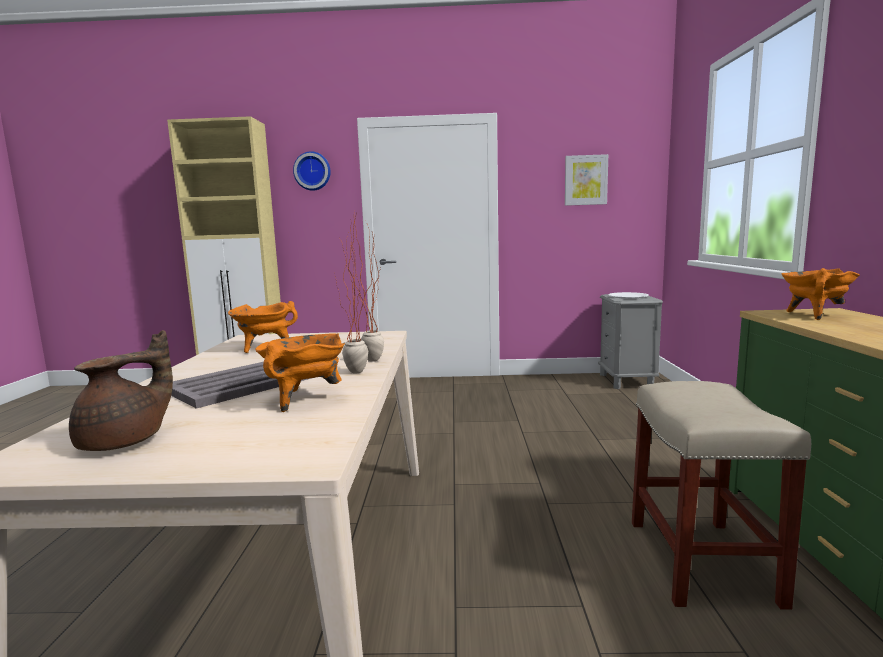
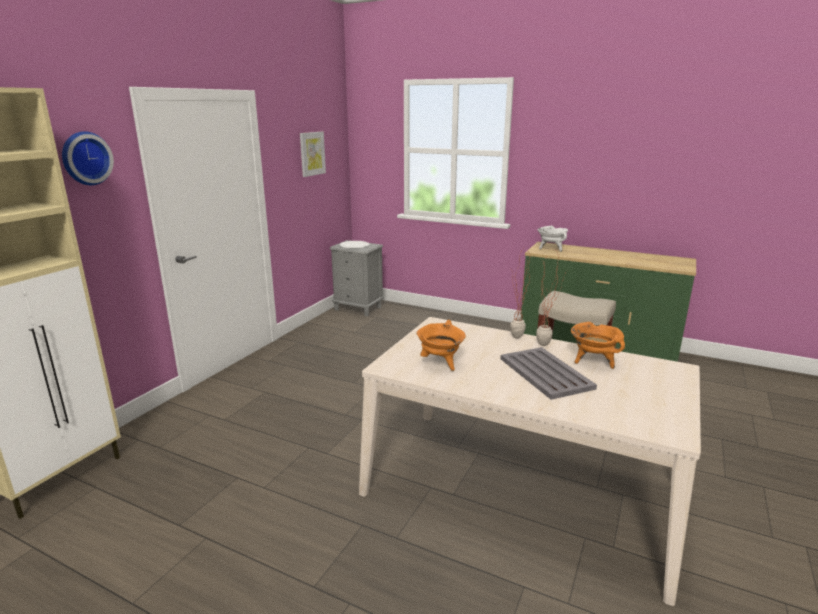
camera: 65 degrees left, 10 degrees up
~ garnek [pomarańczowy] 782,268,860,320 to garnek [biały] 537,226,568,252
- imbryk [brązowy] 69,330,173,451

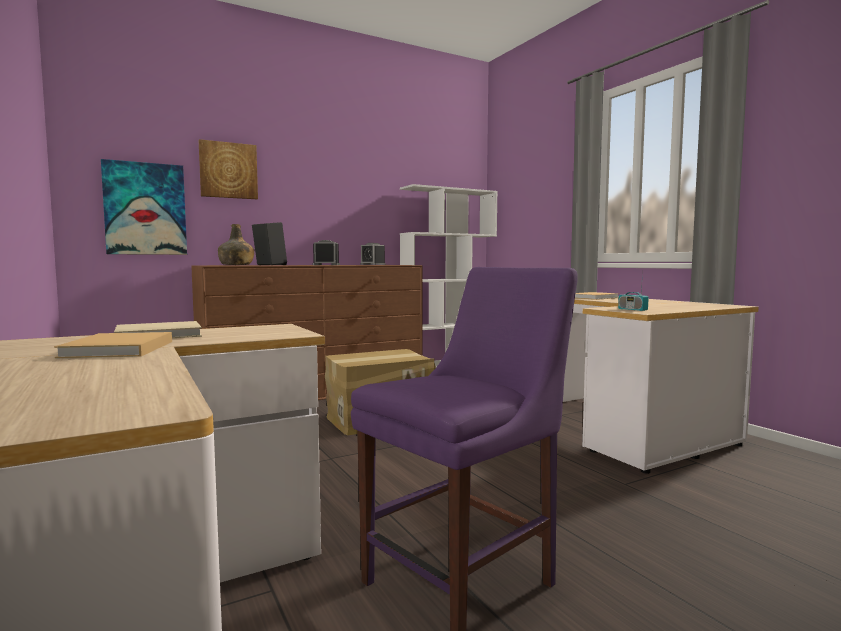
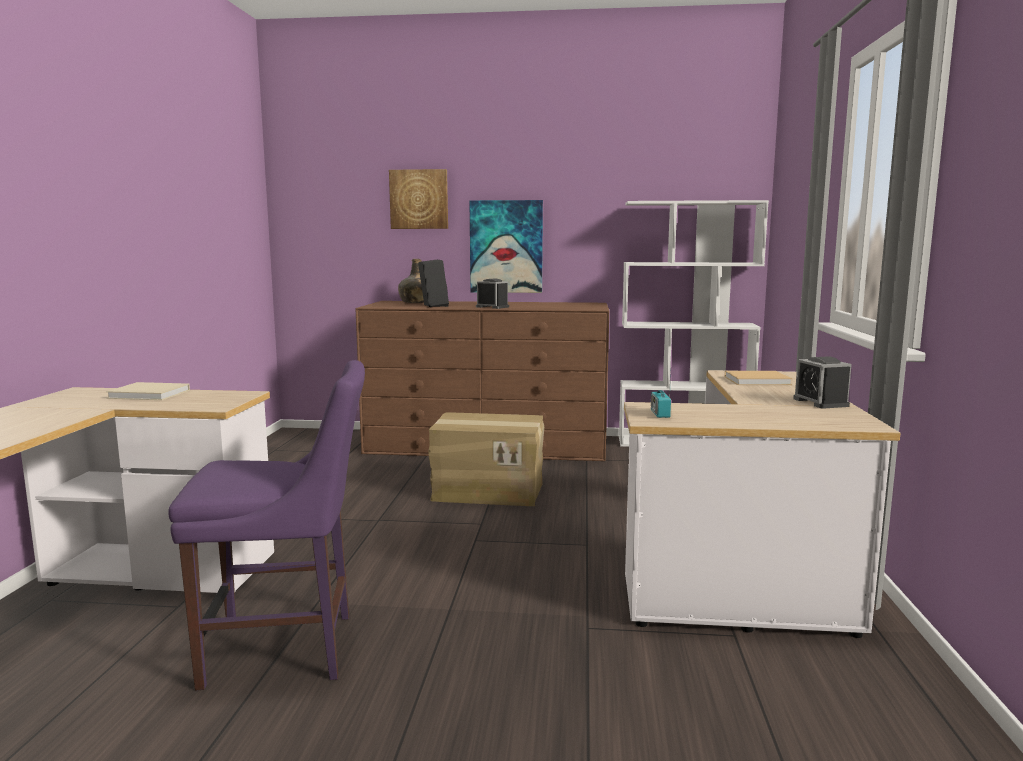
camera: 35 degrees right, 5 degrees up
~ obraz 101,159,187,255 to 470,200,543,293
~ budzik 360,243,386,265 to 793,356,852,409
- książka [beżowy] 54,332,172,358

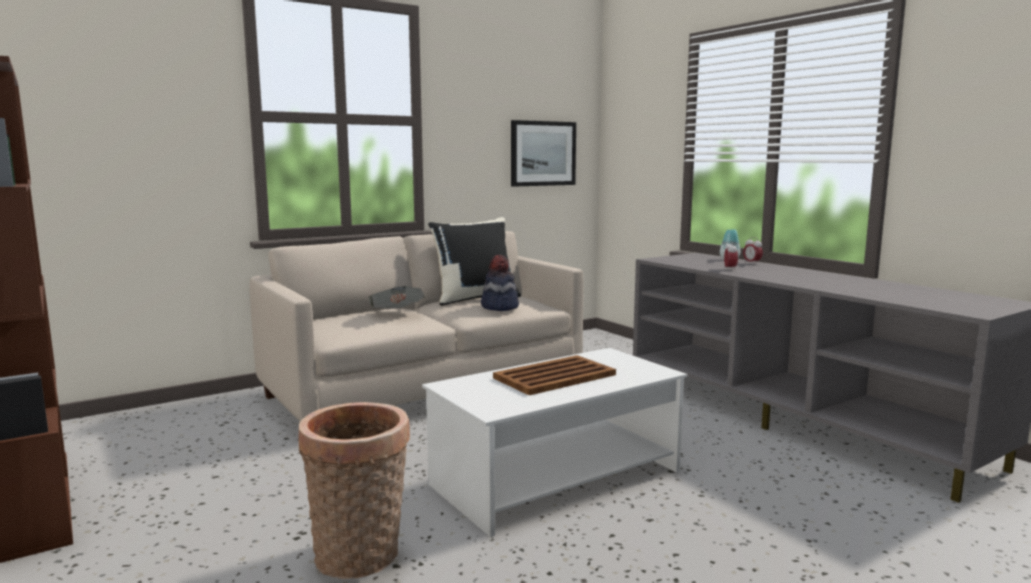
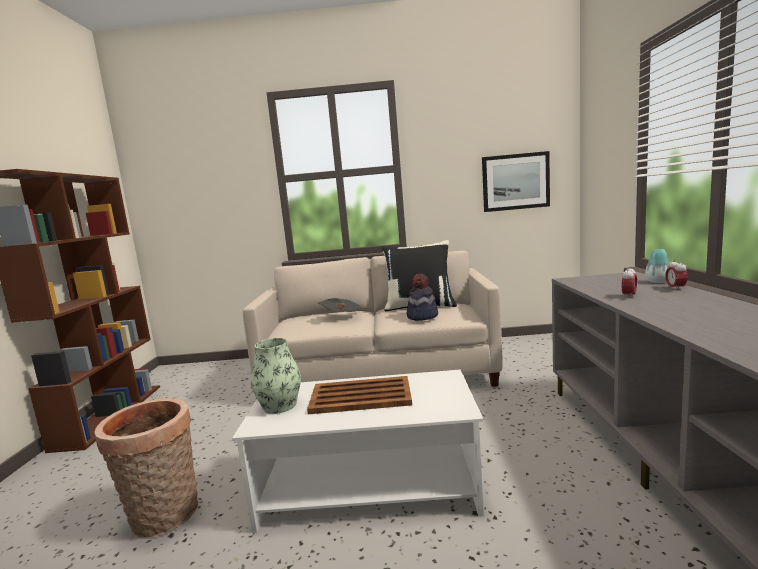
camera: 35 degrees right, 0 degrees up
+ wazon 251,338,301,414

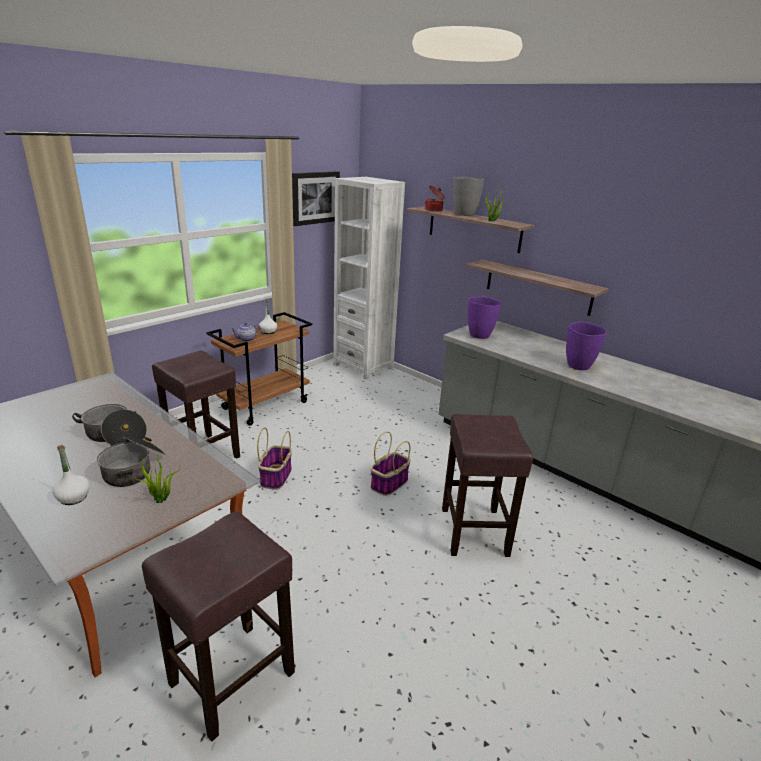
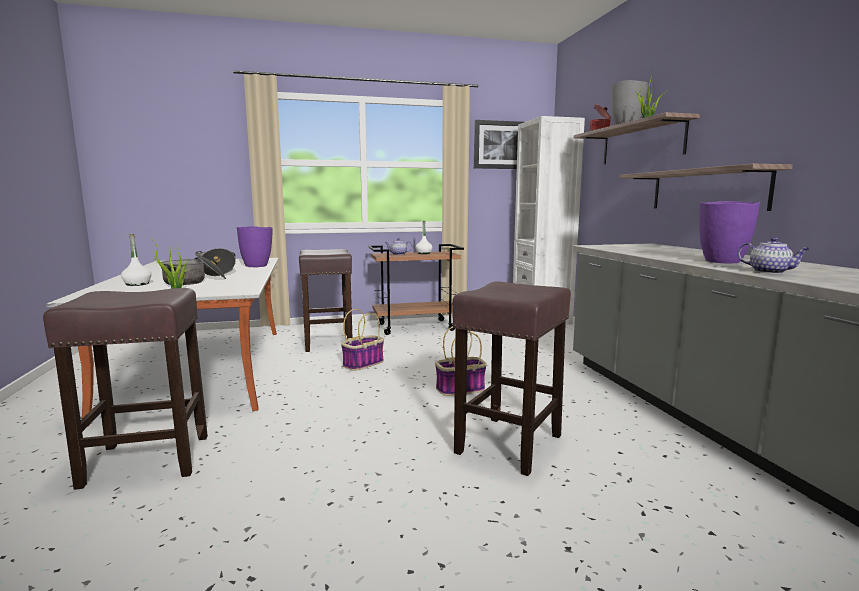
camera: 35 degrees right, 15 degrees down
~ wazon [fioletowy] 468,297,501,339 to 237,226,272,267
+ imbryk 737,237,810,274

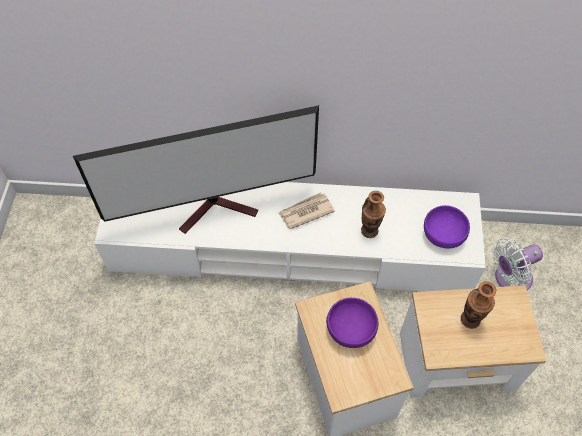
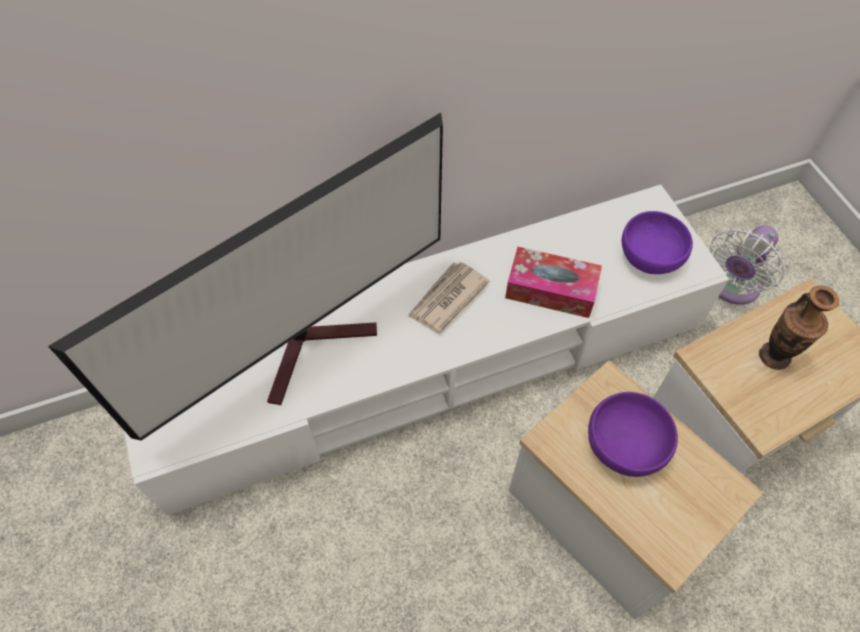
camera: 25 degrees left, 0 degrees up
~ wazon 361,191,386,238 to pudełko chusteczek 505,247,602,318

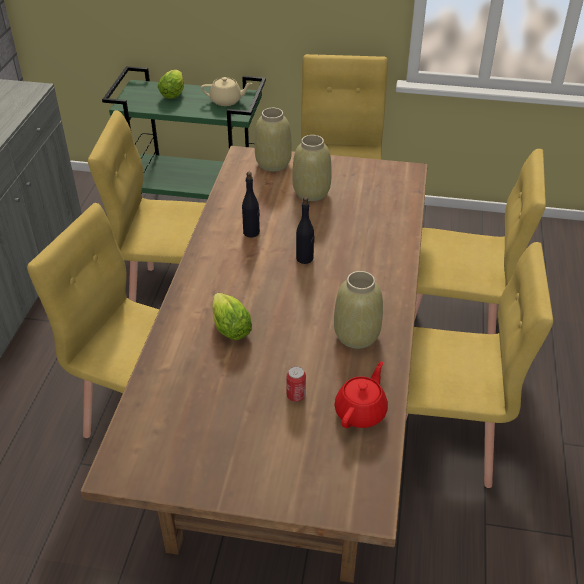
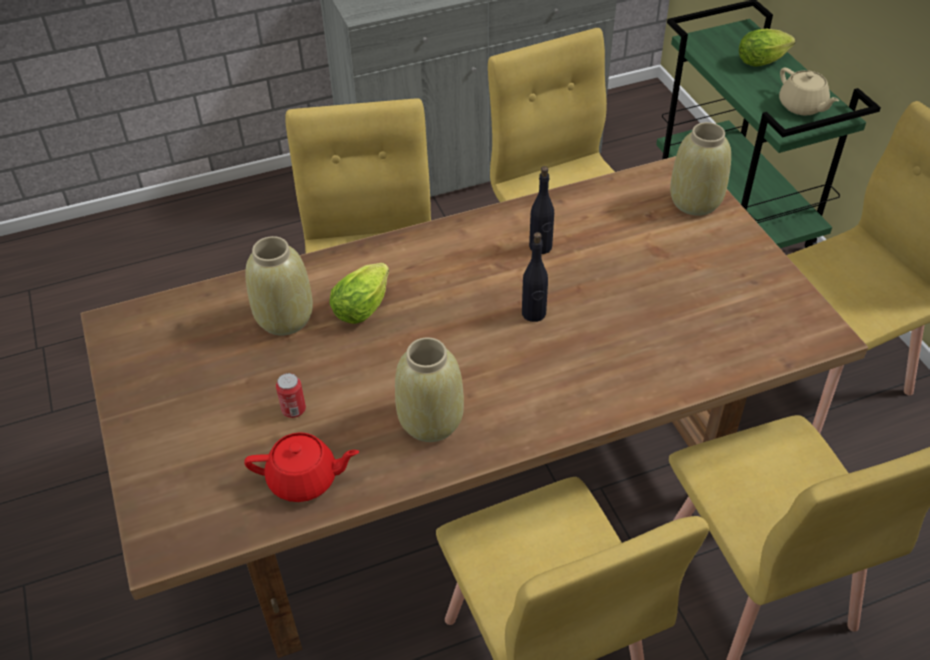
camera: 60 degrees right, 5 degrees up
~ wazon [beżowy] 292,135,332,201 to 246,236,313,336

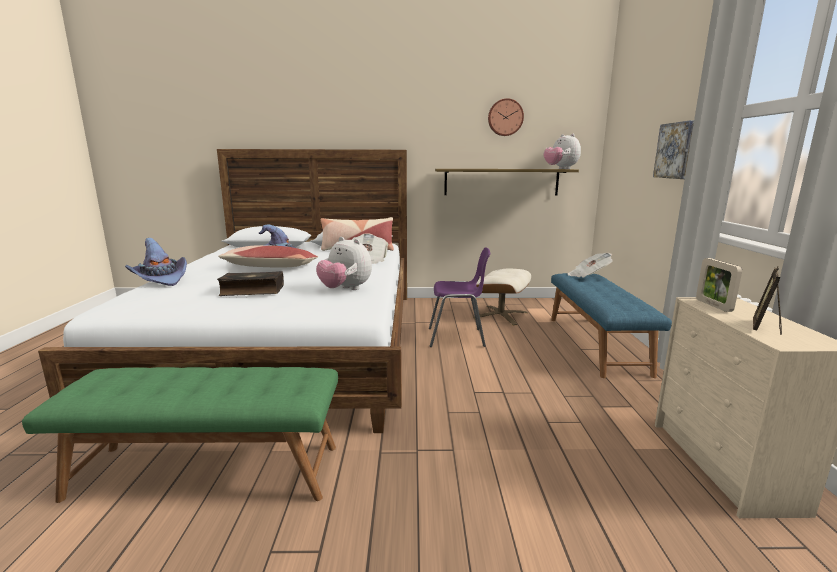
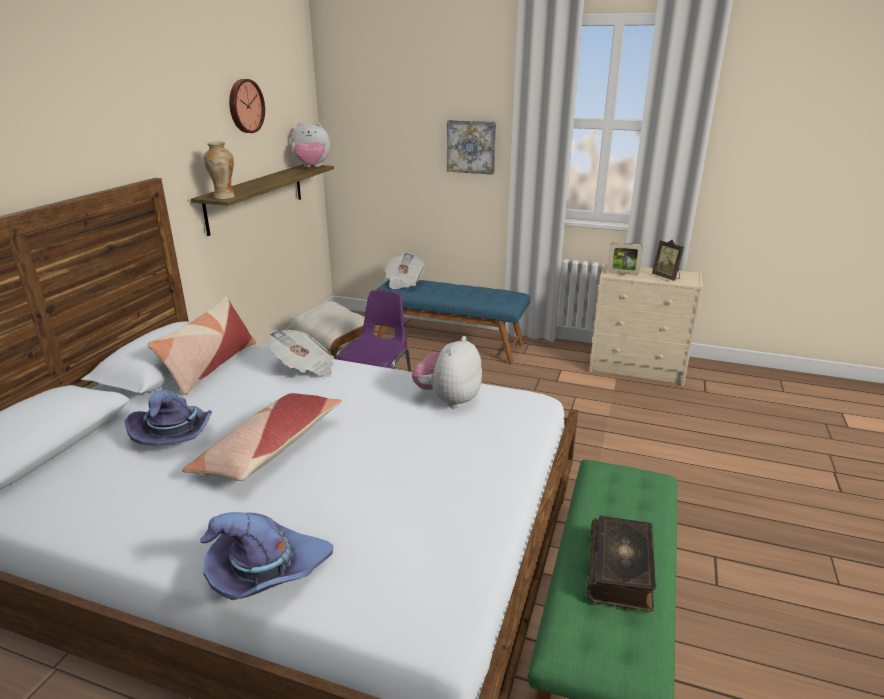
camera: 70 degrees left, 10 degrees up
~ pluszak 316,237,372,290 = 412,336,482,408 150 degrees clockwise
~ książka 217,271,284,296 to 587,516,656,612
+ wazon 204,142,235,199

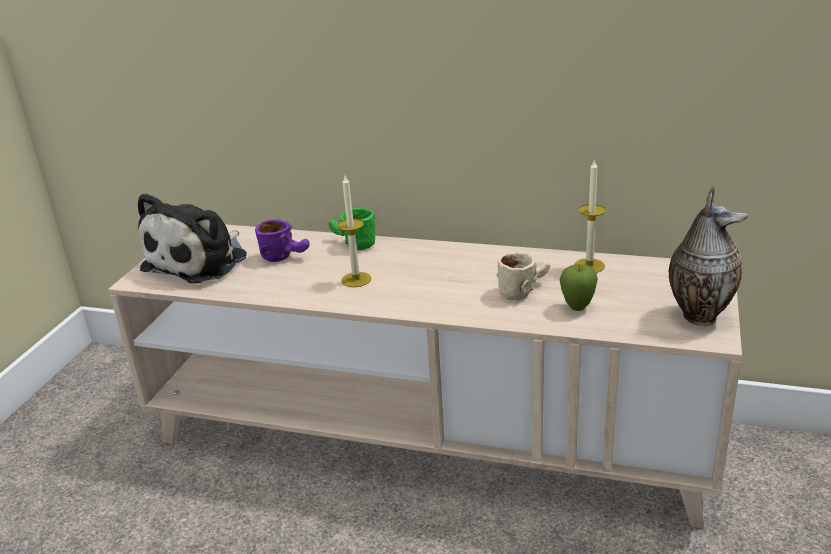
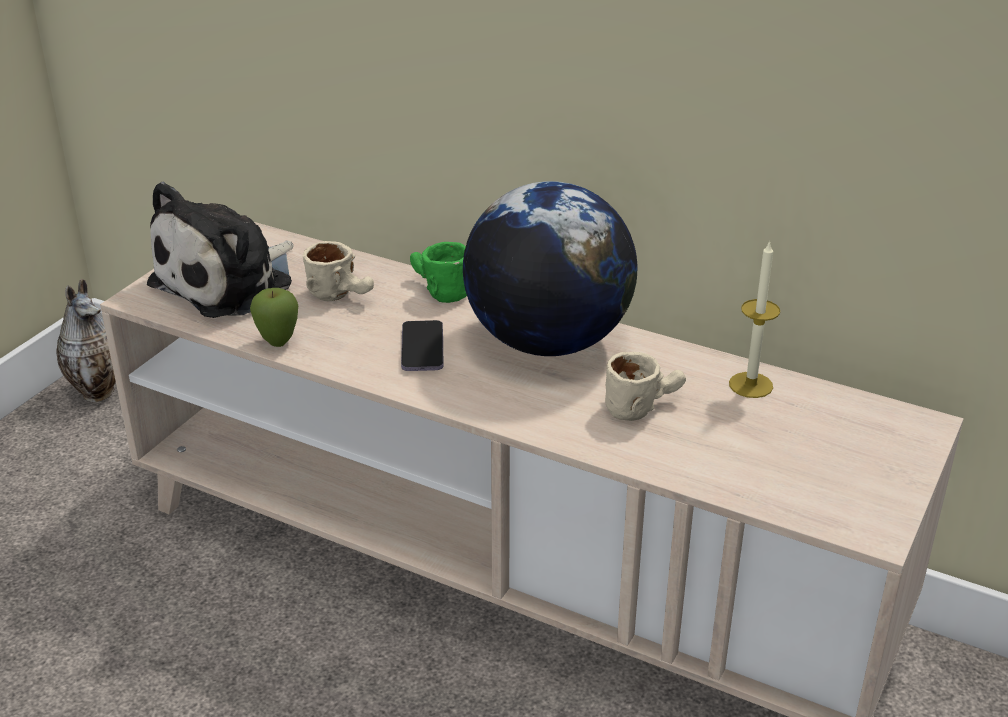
camera: 10 degrees right, 5 degrees up
~ świeca 337,176,371,287 to telefon 401,320,444,371
~ wazon 669,186,748,326 to 56,279,116,402
~ kubek [fioletowy] 255,219,310,262 to kubek [beżowy] 303,241,374,301
~ jabłko 560,264,598,311 to 250,288,298,347
+ globus 463,181,637,356

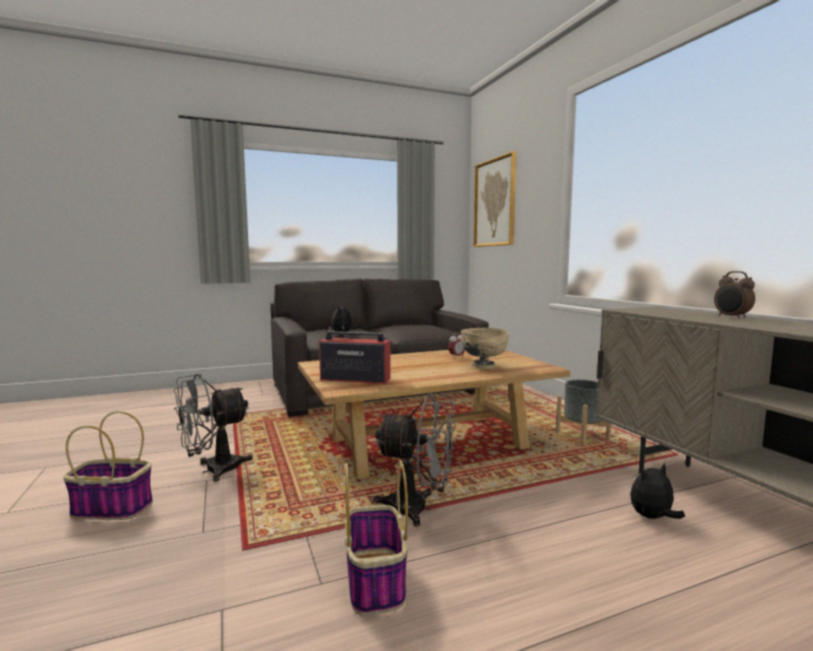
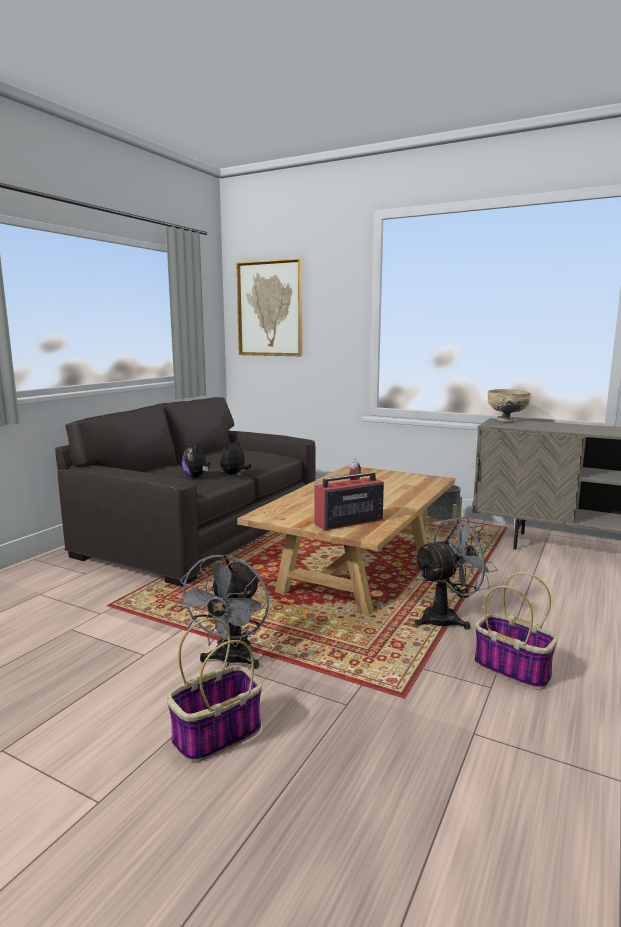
camera: 40 degrees left, 5 degrees up
- budzik 714,271,755,319
~ miska [beżowy] 461,328,509,369 to 488,389,531,422
~ pluszak 630,463,685,519 to 220,439,252,474

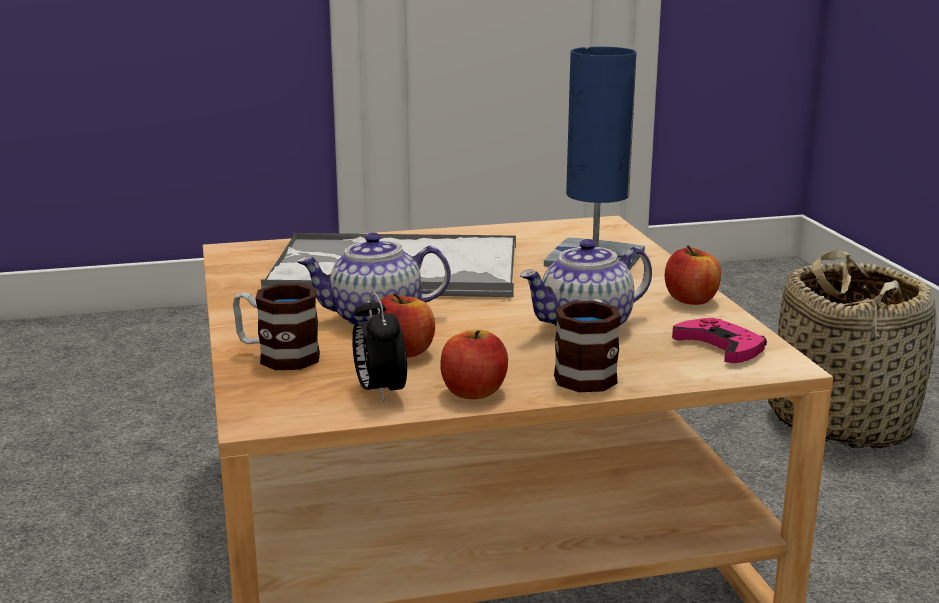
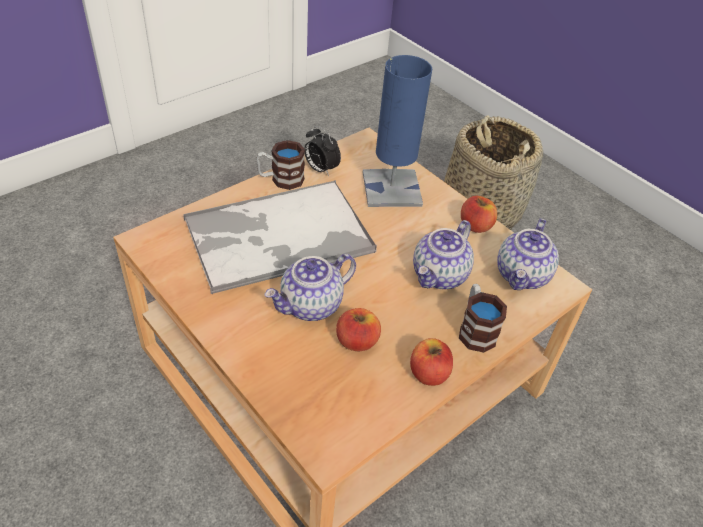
camera: 30 degrees left, 25 degrees up
~ kubek 233,283,320,370 to 256,140,305,190
~ budzik 352,291,407,403 to 304,126,341,176
~ pad do gier [różowy] 672,318,767,363 to imbryk 497,218,559,290

